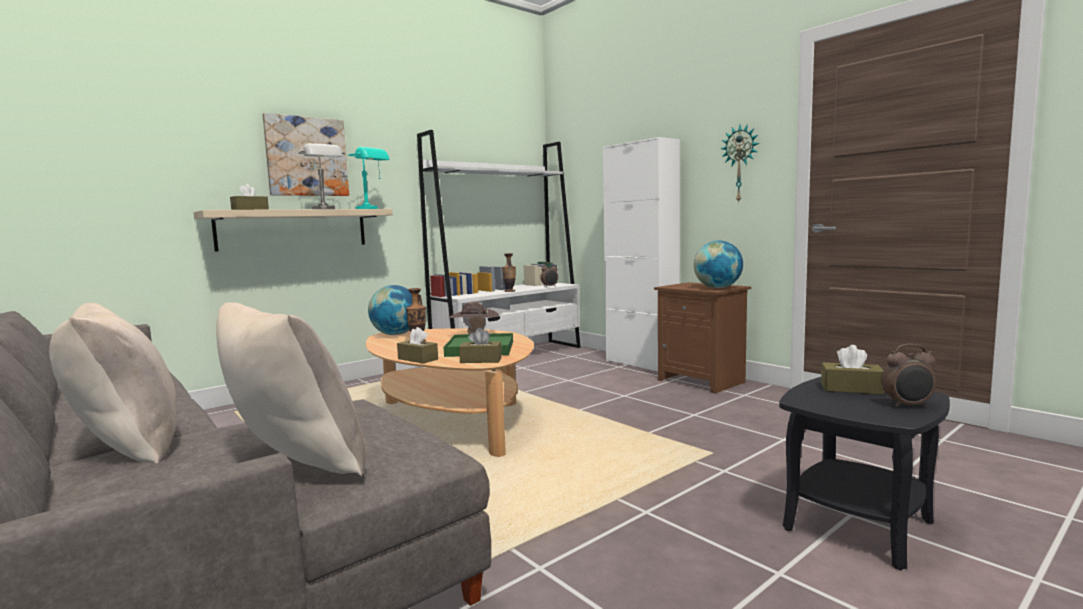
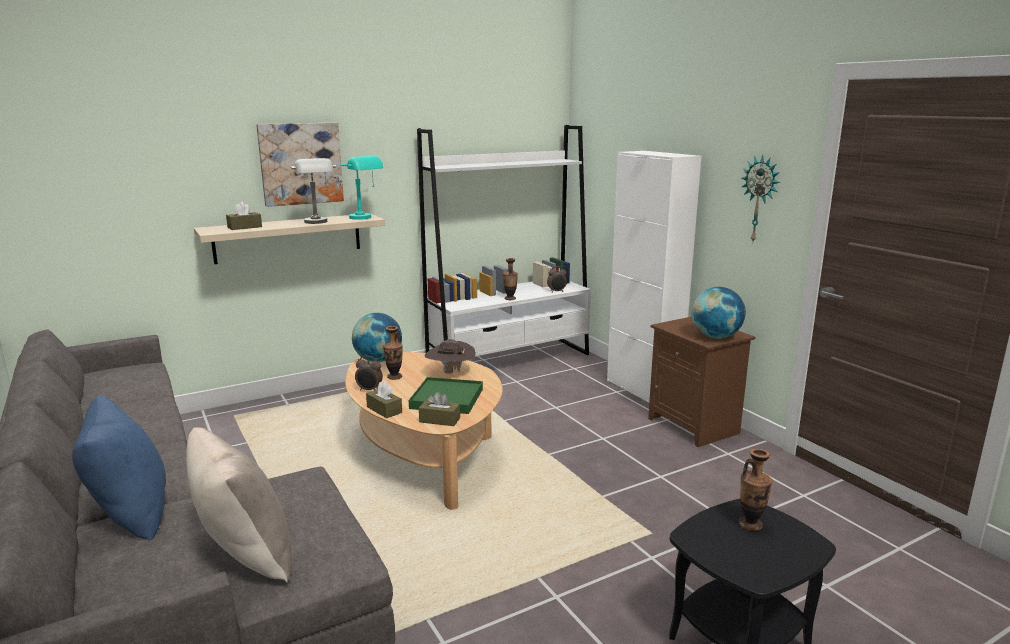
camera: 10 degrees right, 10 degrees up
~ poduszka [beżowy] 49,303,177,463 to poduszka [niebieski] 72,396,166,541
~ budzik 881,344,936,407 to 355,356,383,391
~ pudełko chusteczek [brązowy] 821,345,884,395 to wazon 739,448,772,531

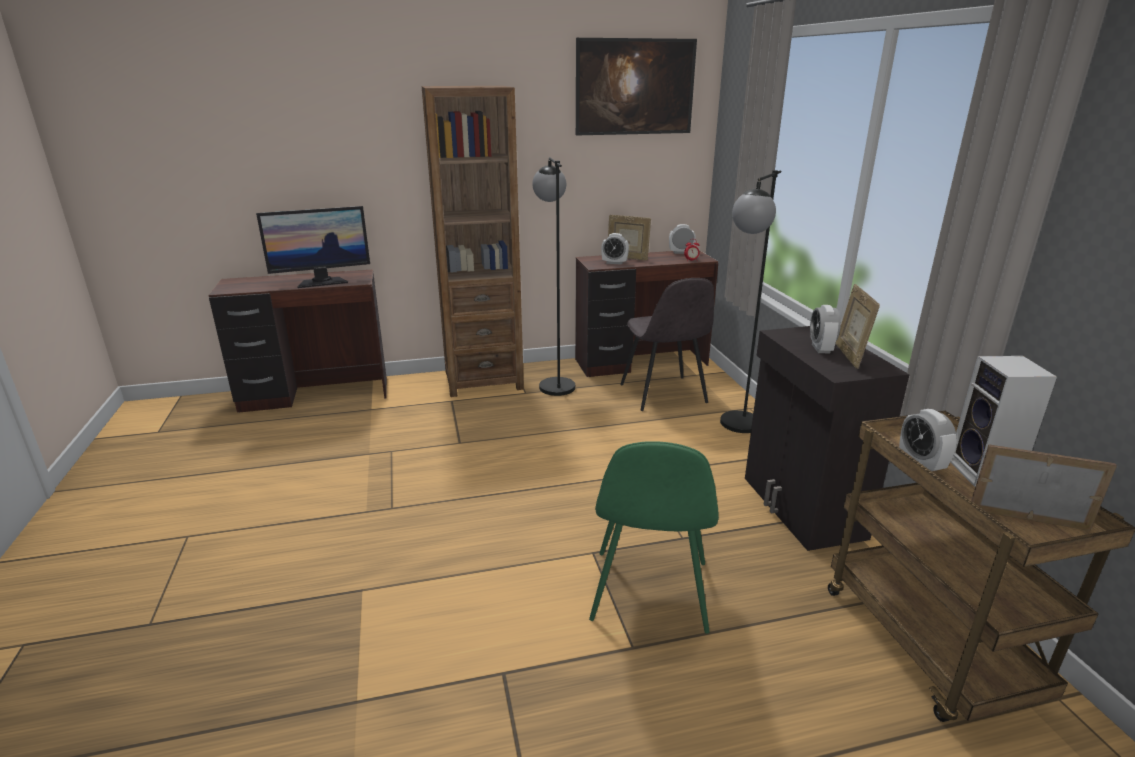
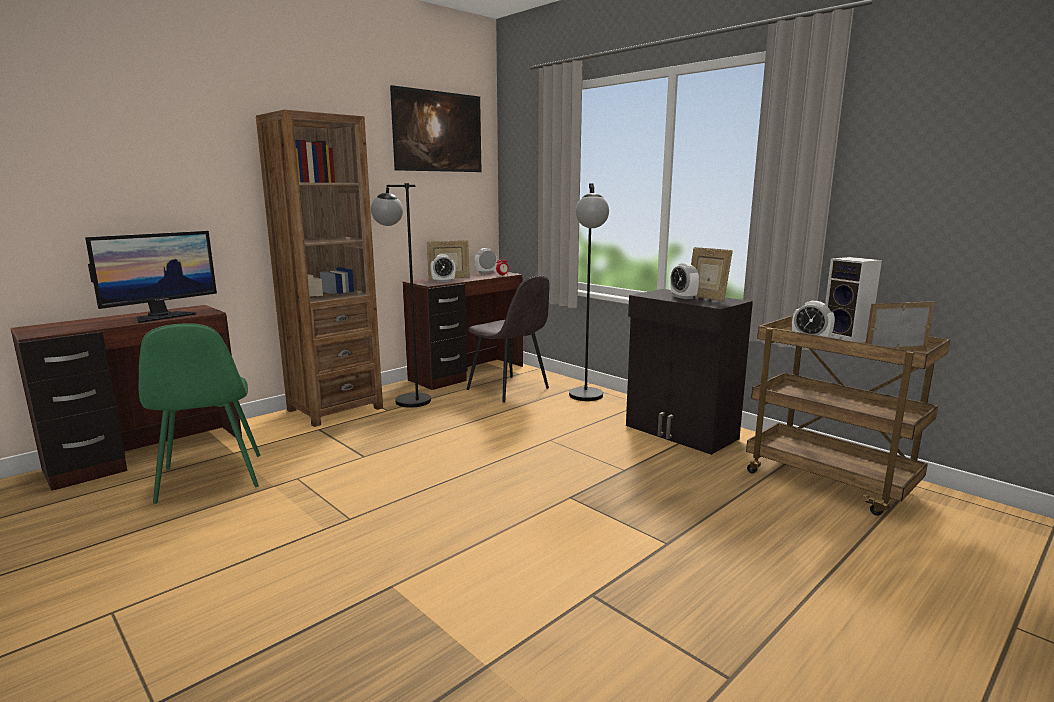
camera: 30 degrees left, 10 degrees down
~ krzesło [zielony] 589,441,719,634 to 138,323,260,504

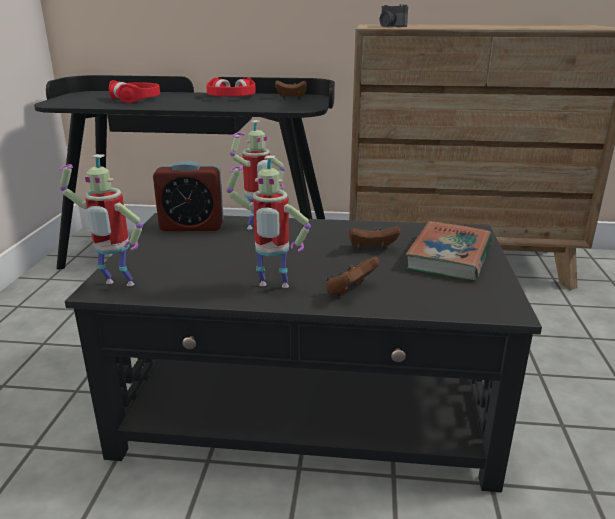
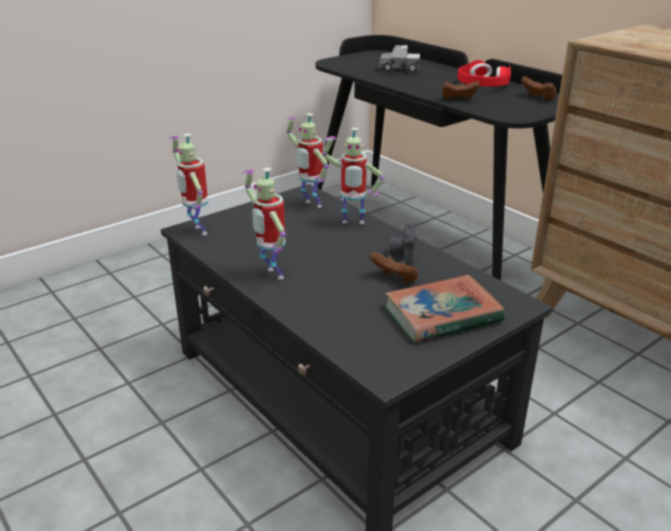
camera: 45 degrees right, 5 degrees up
~ aparat fotograficzny 379,4,408,27 to 390,224,416,264
~ słuchawki [czerwony] 109,80,160,103 to ciężarówka zabawkowa 380,45,420,73
~ budzik 153,161,224,231 to robot zabawkowy 286,113,329,208
~ pad do gier [brązowy] 326,257,380,296 to 442,81,480,100

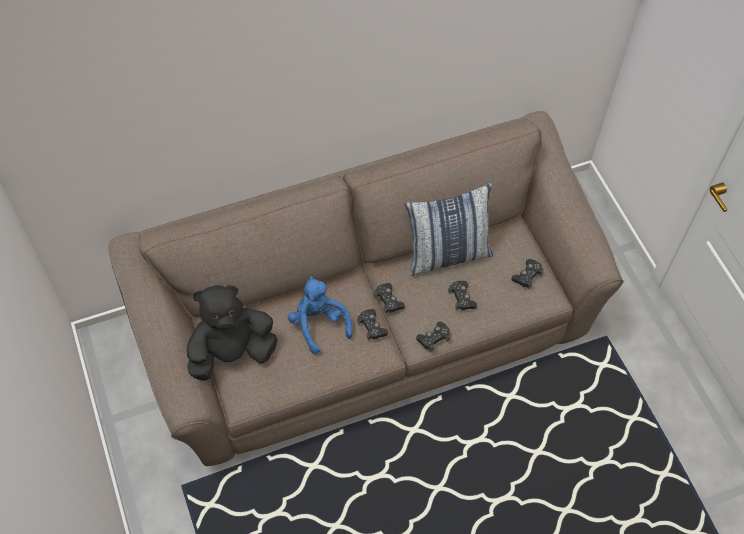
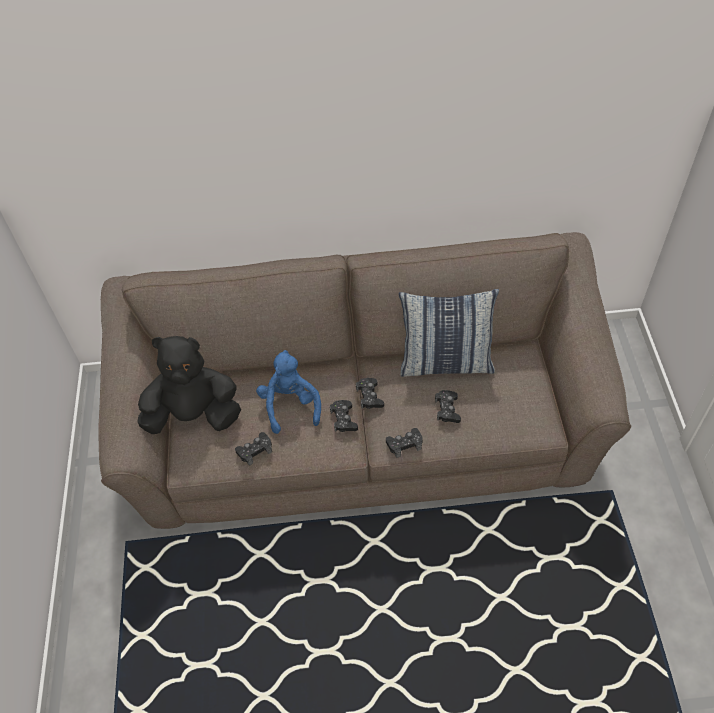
camera: 20 degrees right, 5 degrees down
~ pad do gier [czarny] 511,259,544,289 to 235,432,272,466

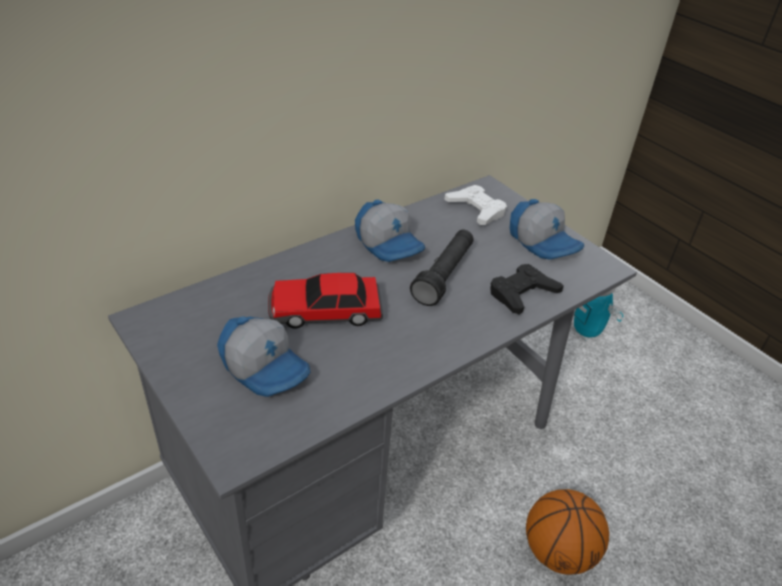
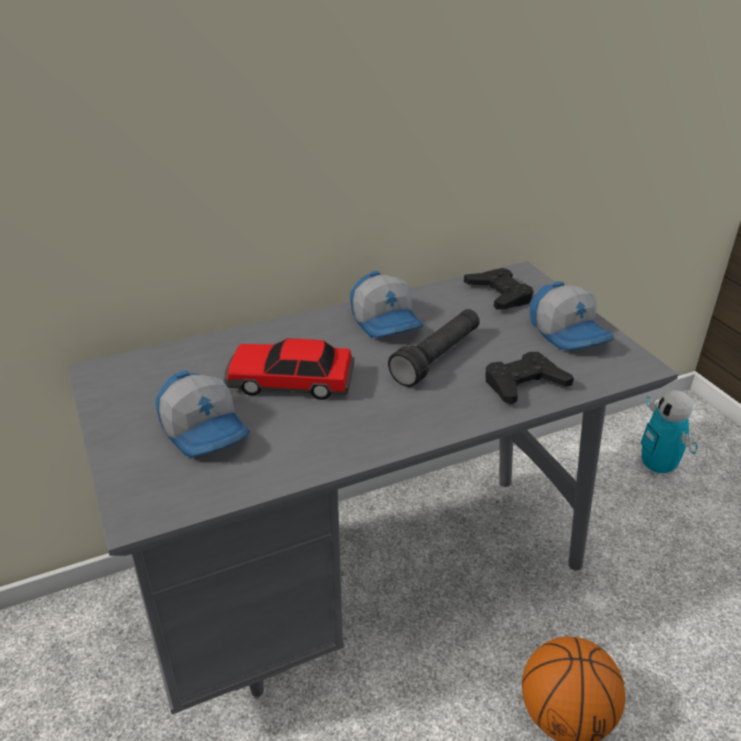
camera: 15 degrees right, 5 degrees down
~ pad do gier [biały] 444,185,507,225 to pad do gier [czarny] 464,268,534,310

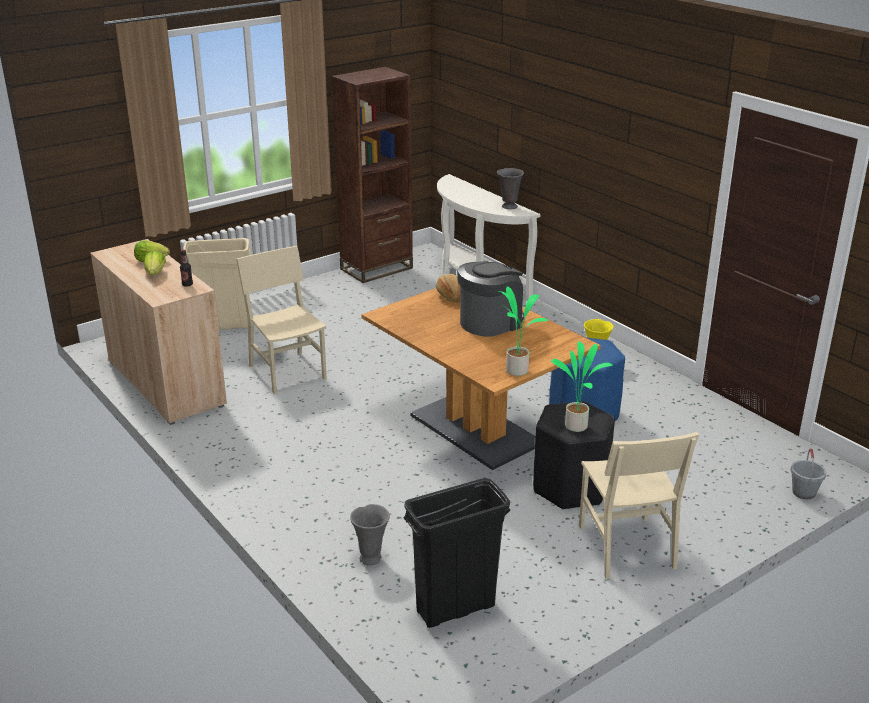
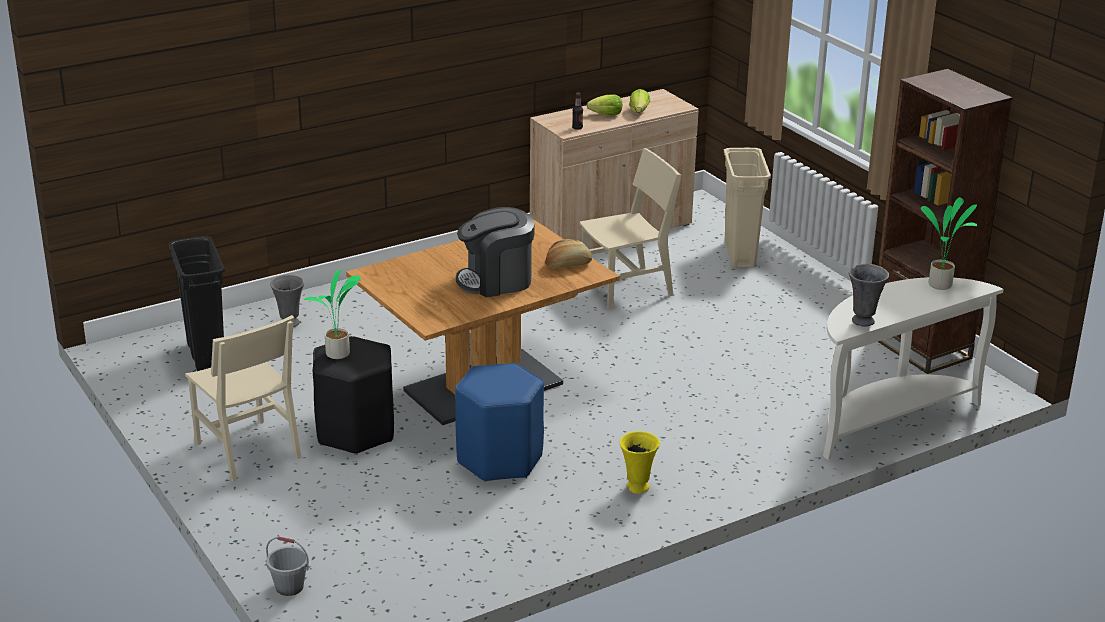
camera: 95 degrees right, 0 degrees up
~ ekspres do kawy 457,261,524,337 = 456,207,535,297 105 degrees clockwise
~ roślina doniczkowa 497,286,548,376 to 921,197,977,290
~ krzesło [beżowy] 579,432,699,579 = 185,315,301,482 120 degrees counterclockwise

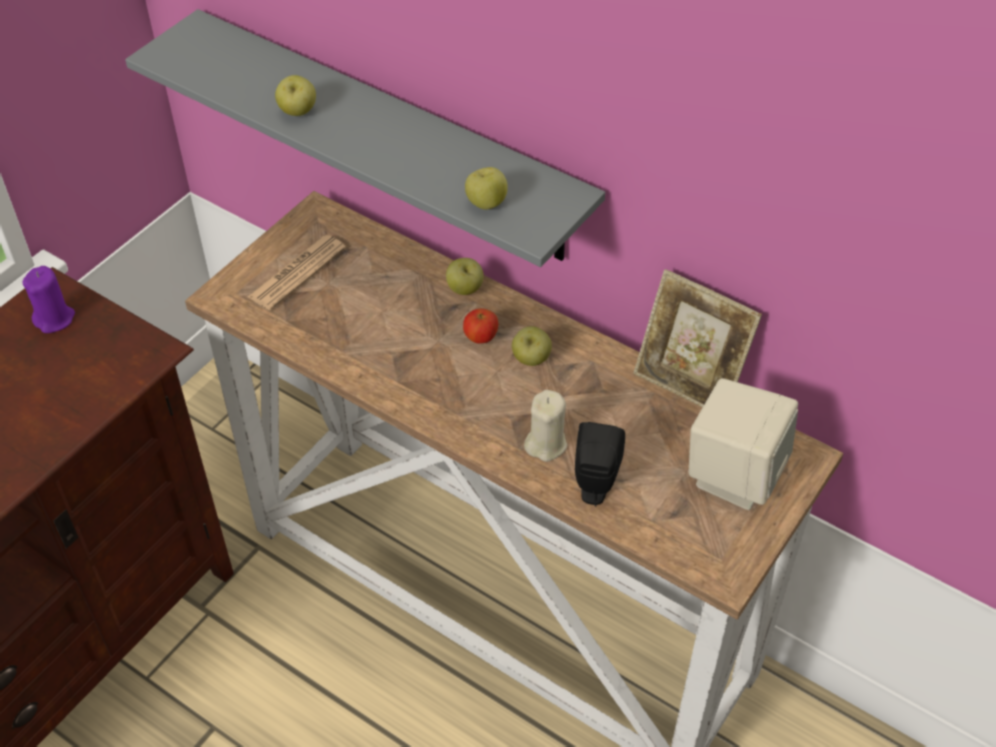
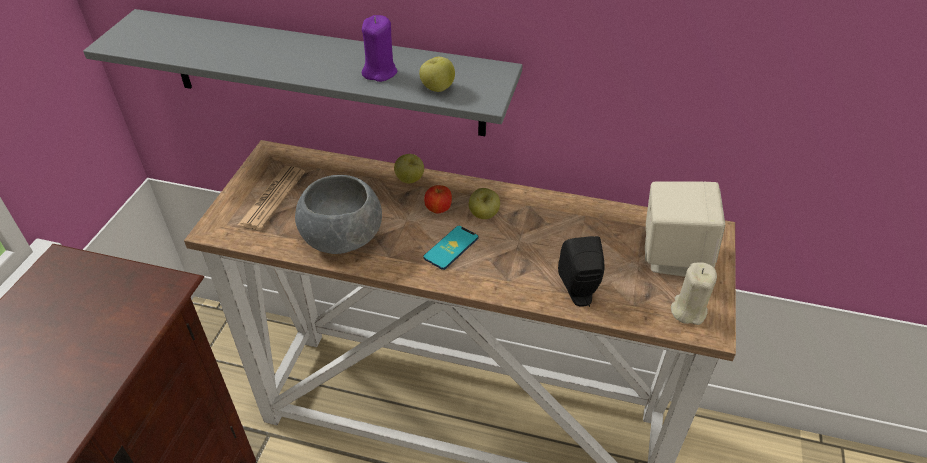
camera: 20 degrees left, 5 degrees down
- jabłko 275,75,316,116
~ świeca [fioletowy] 22,266,75,333 to 362,15,397,82
- ramka na zdjęcie 633,269,762,408
~ świeca [beżowy] 524,390,567,462 to 671,262,717,325
+ miska [szary] 295,175,382,254
+ telefon 423,226,478,270

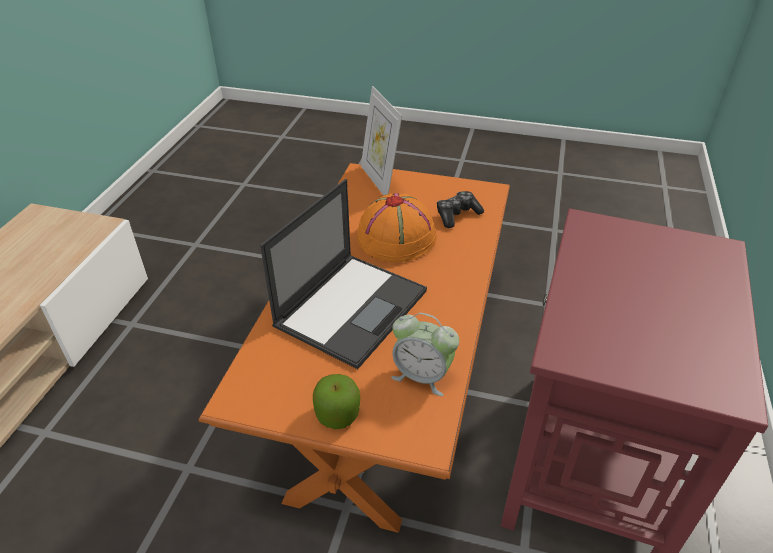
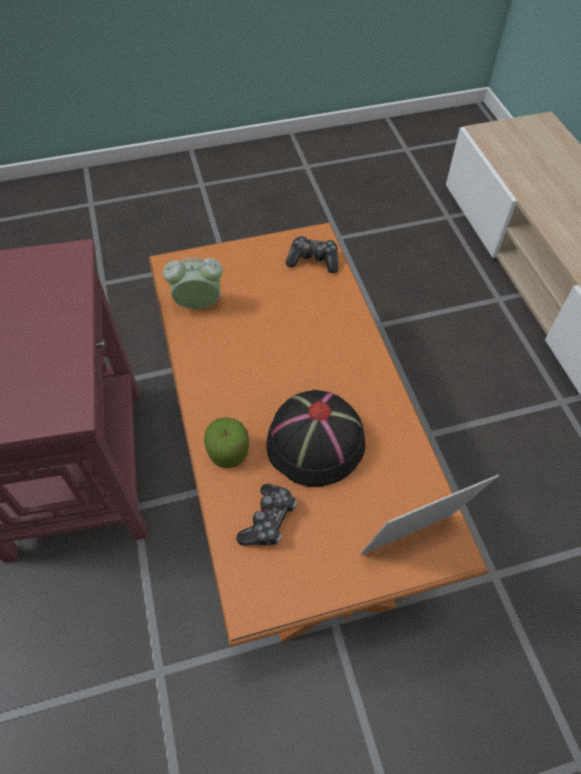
camera: 150 degrees right, 15 degrees up
~ ramka na zdjęcie 361,86,402,196 = 360,475,499,555 60 degrees counterclockwise
- laptop 260,179,427,369
~ kapelusz [pomarańczowy] 358,193,437,263 to kapelusz [czarny] 266,390,366,487
~ jabłko 313,374,360,429 to 204,417,249,468
+ pad do gier 286,236,338,273

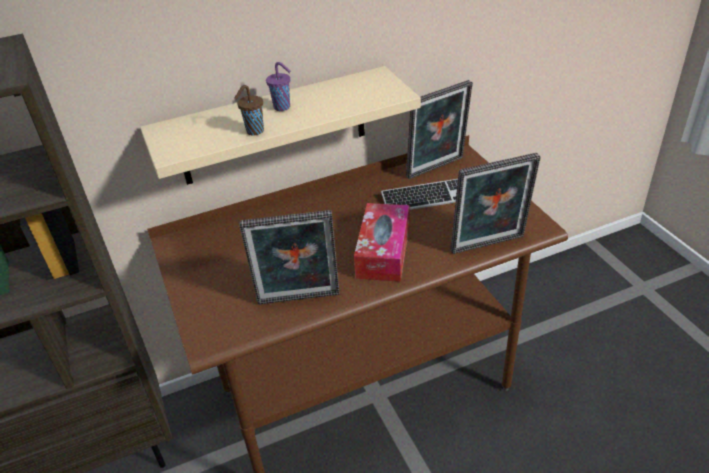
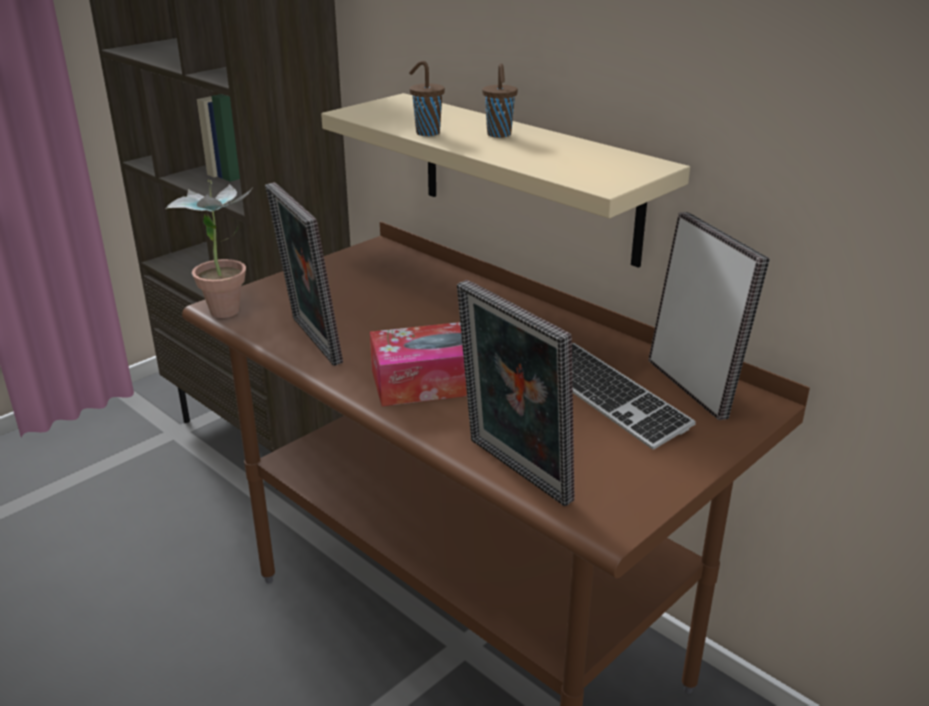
camera: 65 degrees right, 10 degrees down
~ filiżanka [fioletowy] 266,62,291,111 to filiżanka [brązowy] 482,63,518,138
~ ramka na zdjęcie 406,80,473,179 = 648,212,770,420 150 degrees counterclockwise
+ roślina doniczkowa 166,179,252,318

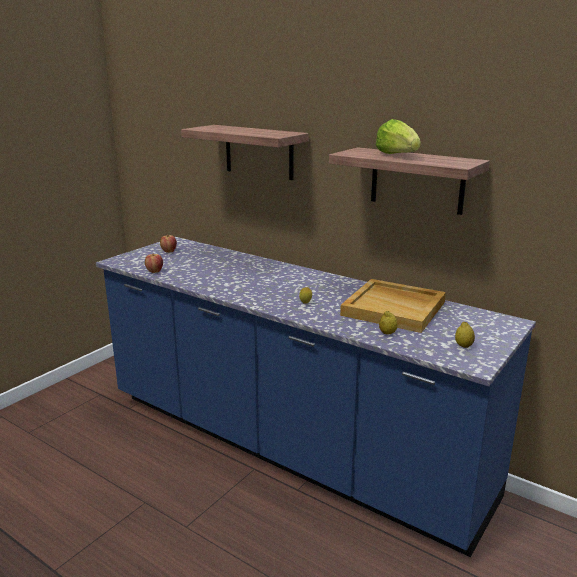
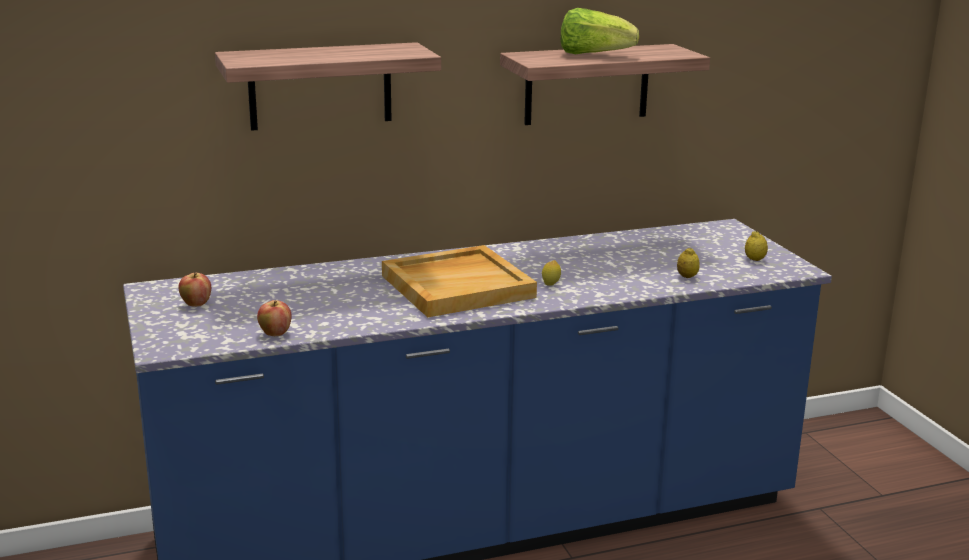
camera: 55 degrees left, 0 degrees up
~ taca [beżowy] 340,279,446,333 to 382,245,537,317

